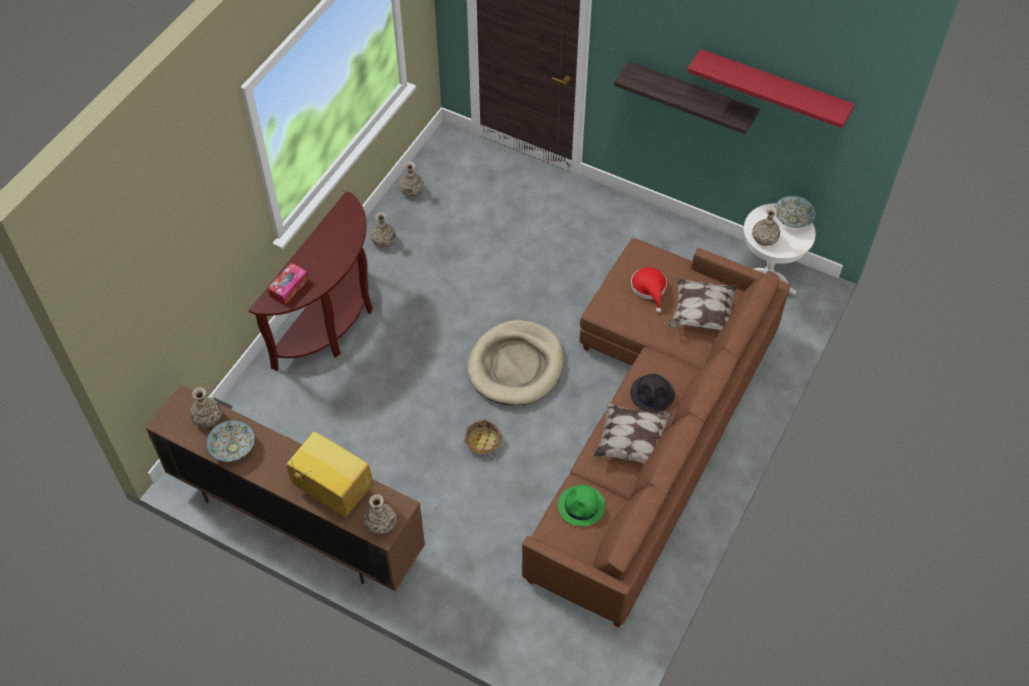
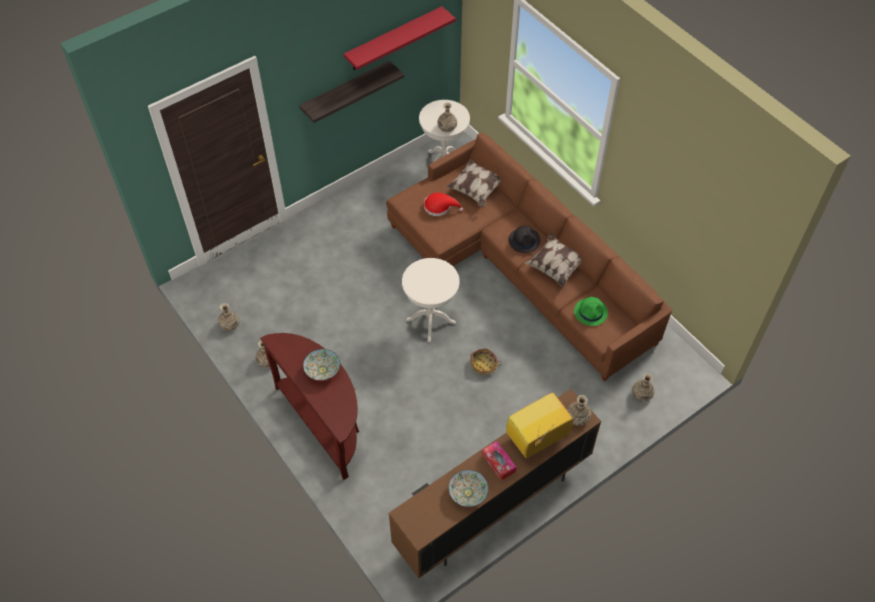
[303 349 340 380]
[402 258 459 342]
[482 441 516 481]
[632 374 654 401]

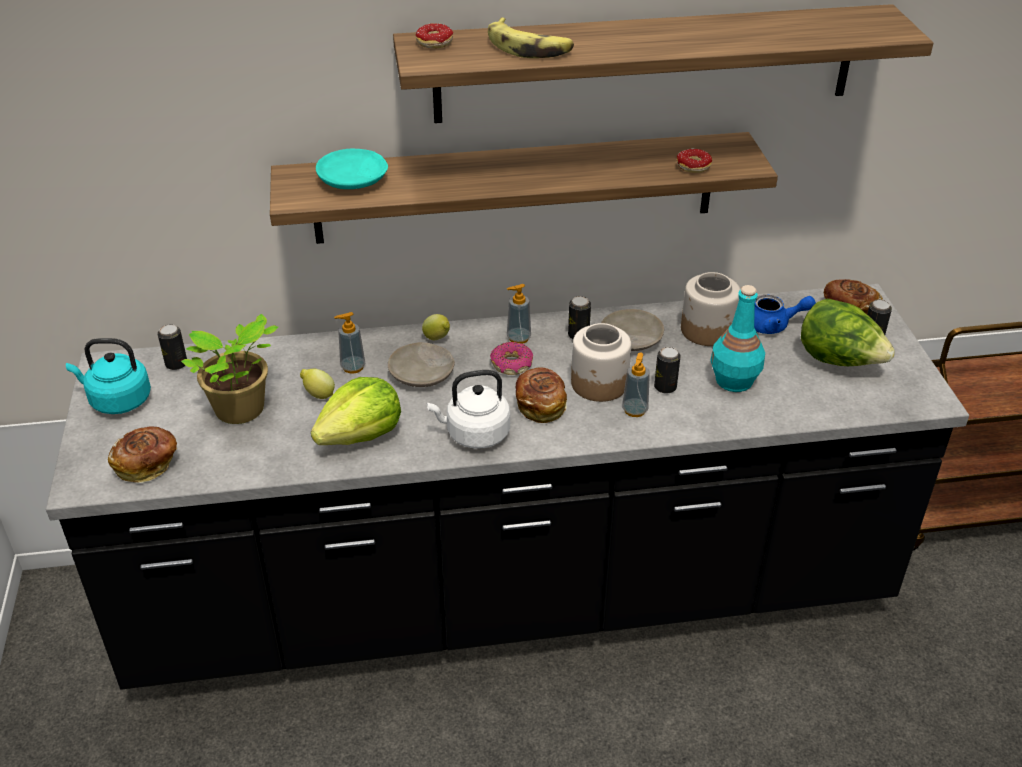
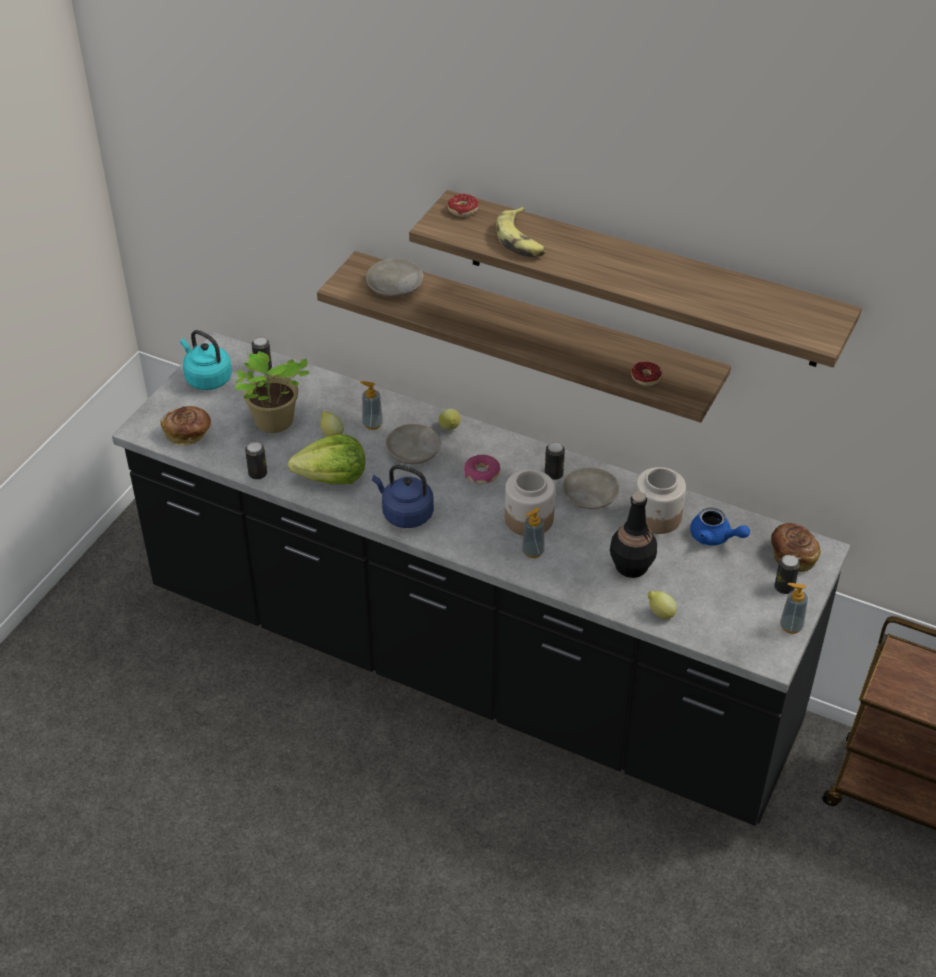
[245 442 267 480]
[366 258 423 297]
[372 465 434 528]
[610 492 657 578]
[648 591 677 619]
[780 583 808 634]
[516 367 567 423] (first image)
[801 298 895 366] (first image)

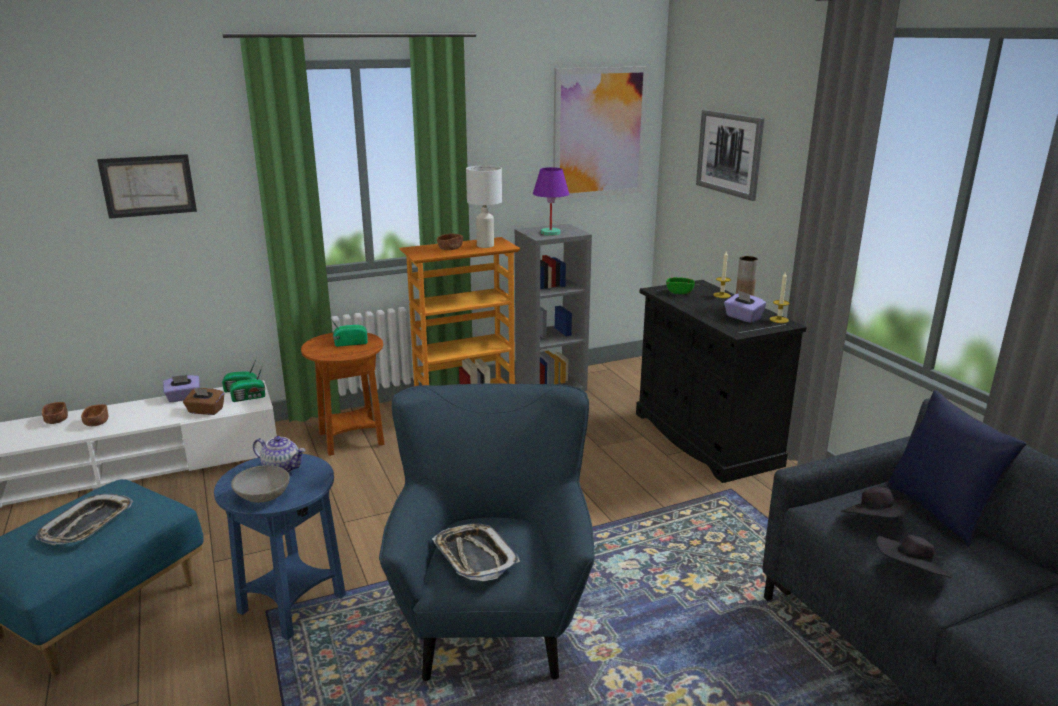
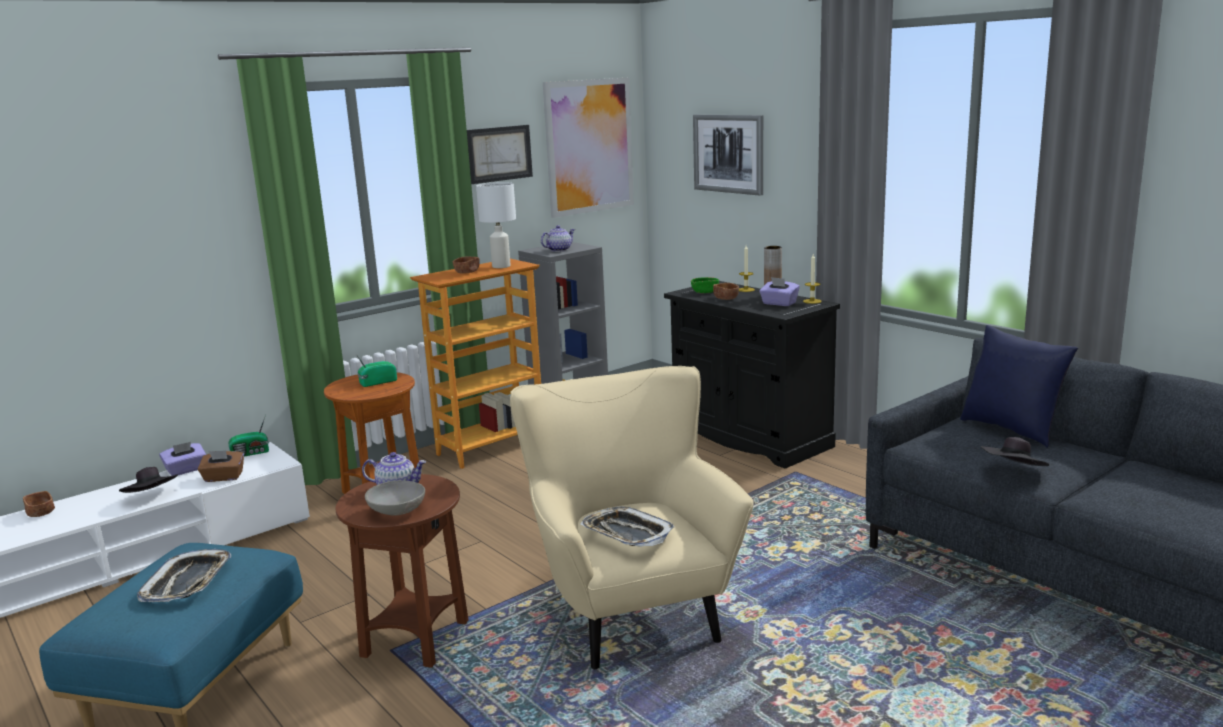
[119 467 178 493]
[335 474 469 668]
[467 125 533 184]
[510 366 753 669]
[541 225 575 252]
[713 283 739 300]
[230 364 265 402] (first image)

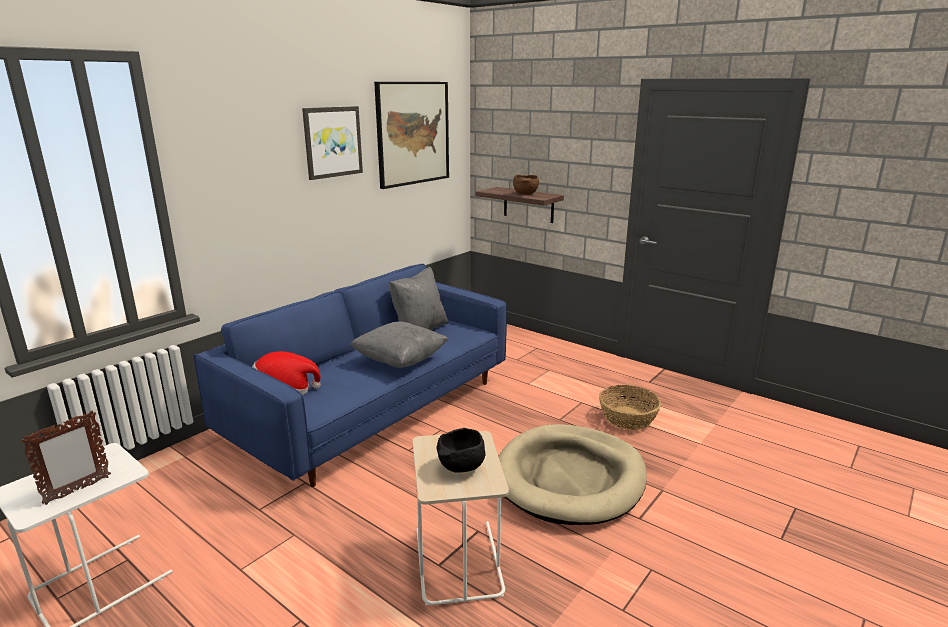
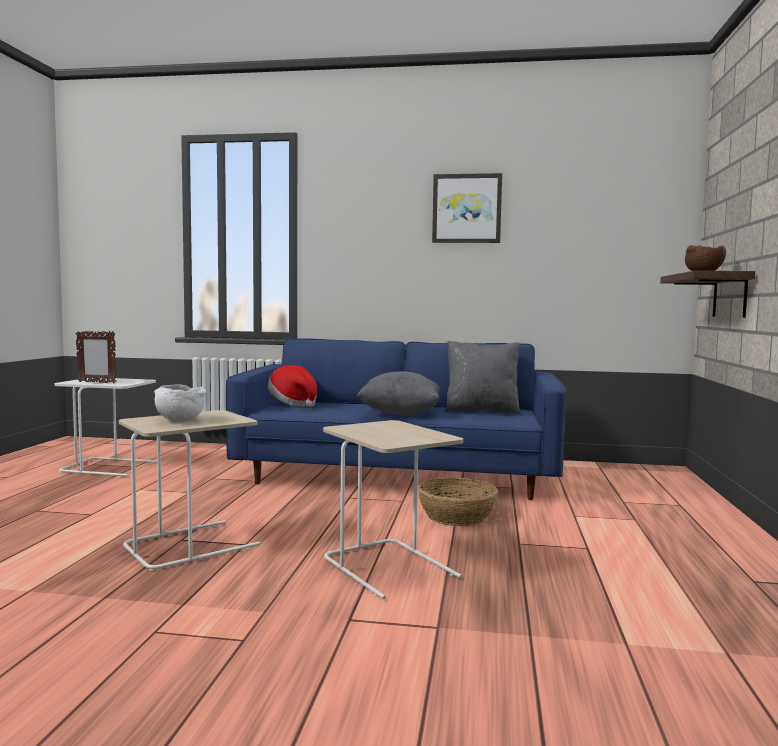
[154 384 206 422]
[323 420 463 600]
[418 477 499 526]
[374 82 449 189] (first image)

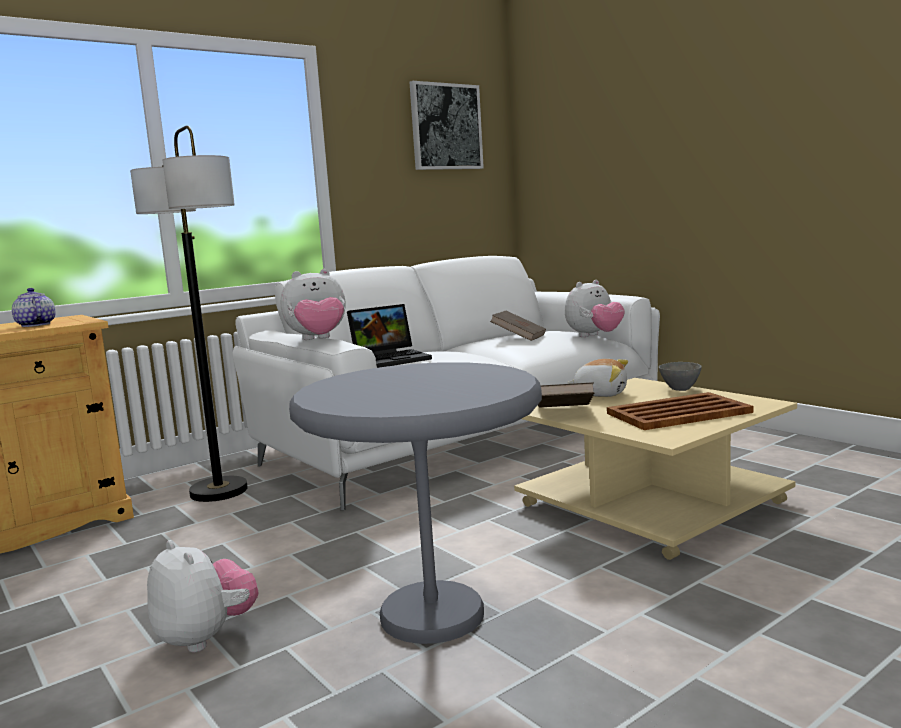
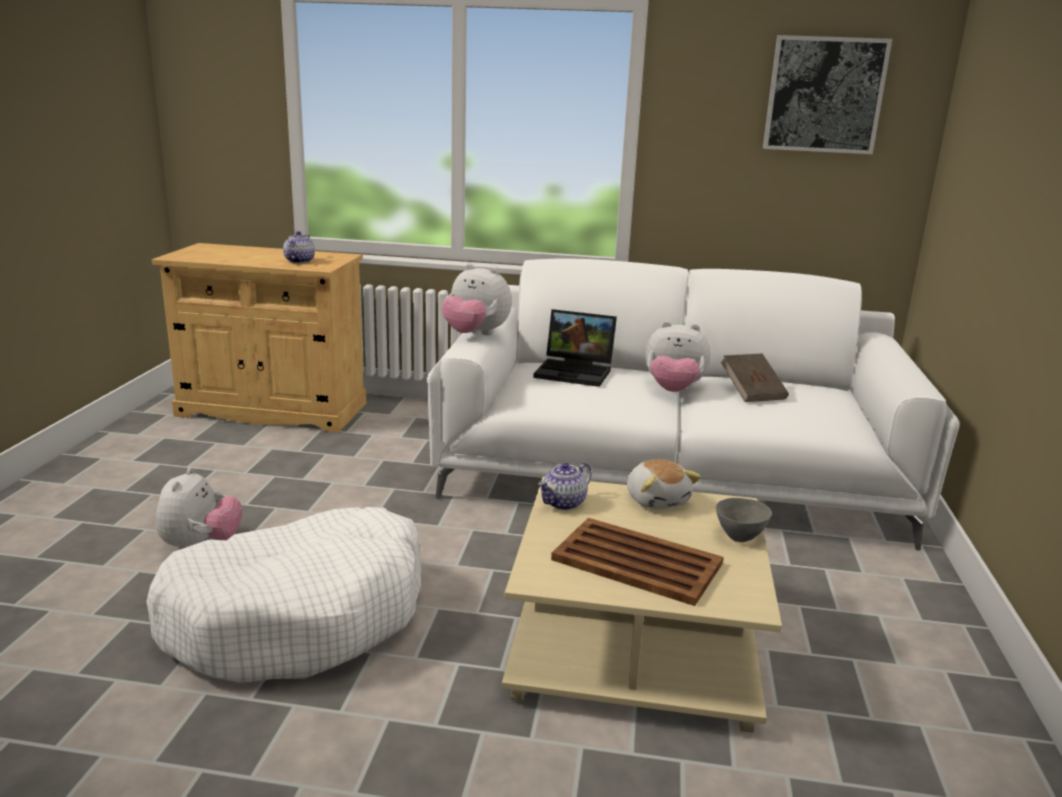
[146 507 421 682]
[537 462 592 510]
[645 321 710 392]
[130 125 248 502] (first image)

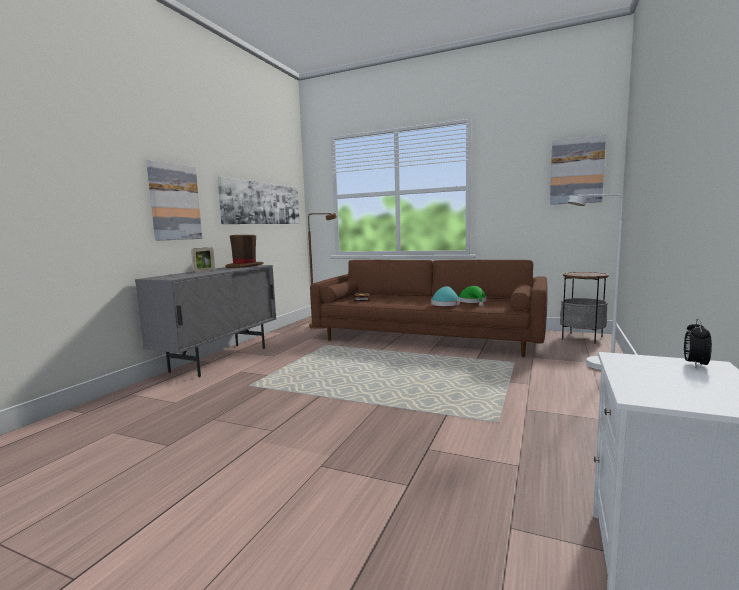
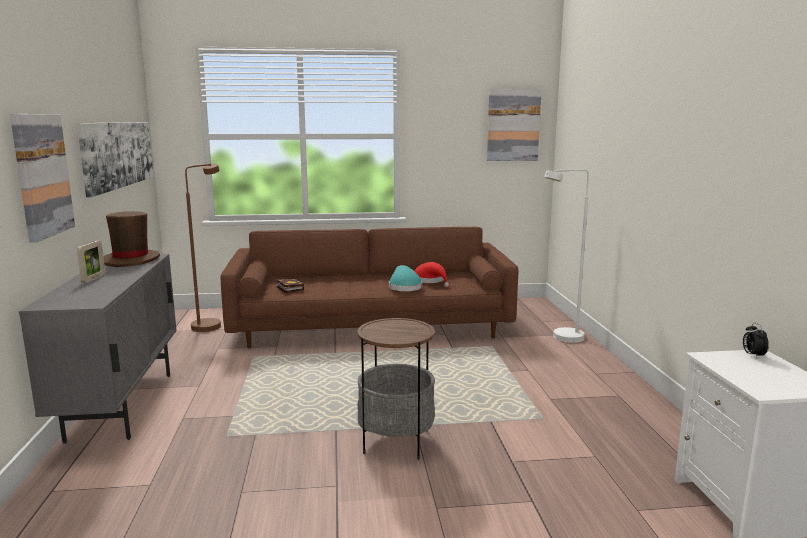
[357 318 435 460]
[415 262 449 287]

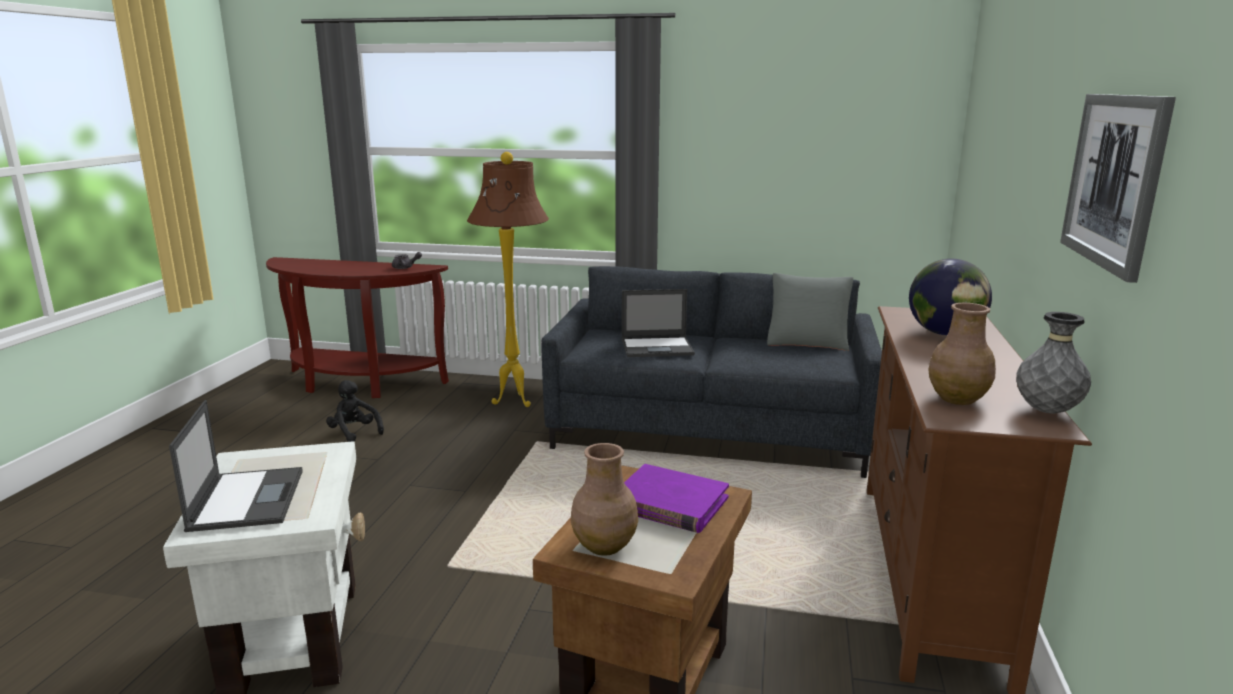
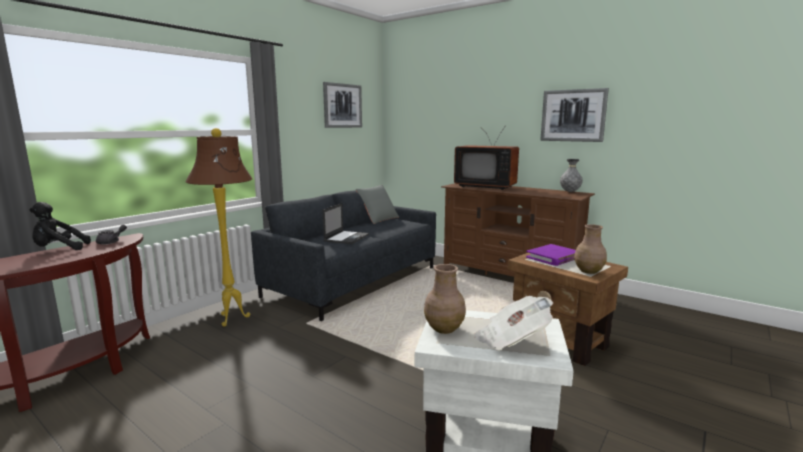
[29 202 91 250]
[323 82 362 128]
[424 264 466 334]
[454 125 519 190]
[474 296 553 351]

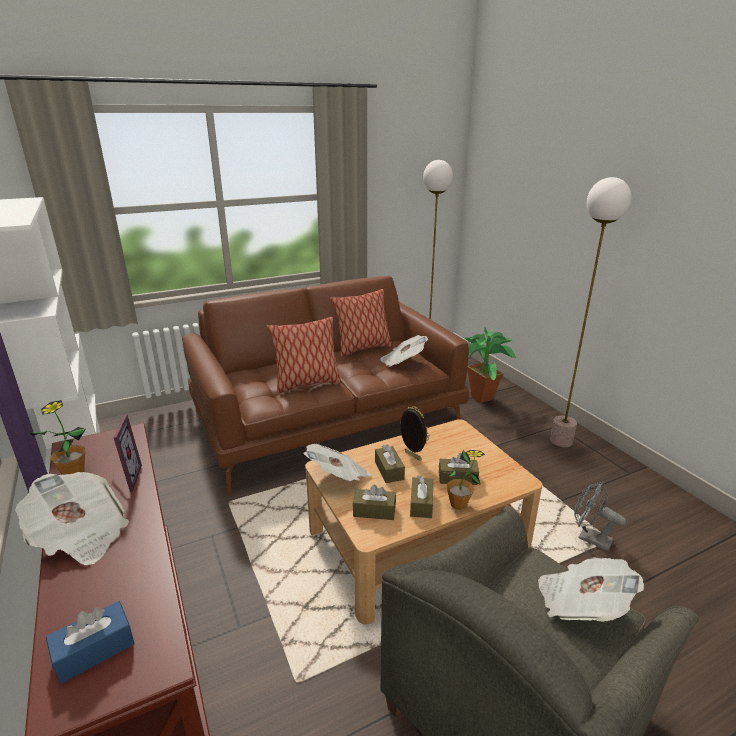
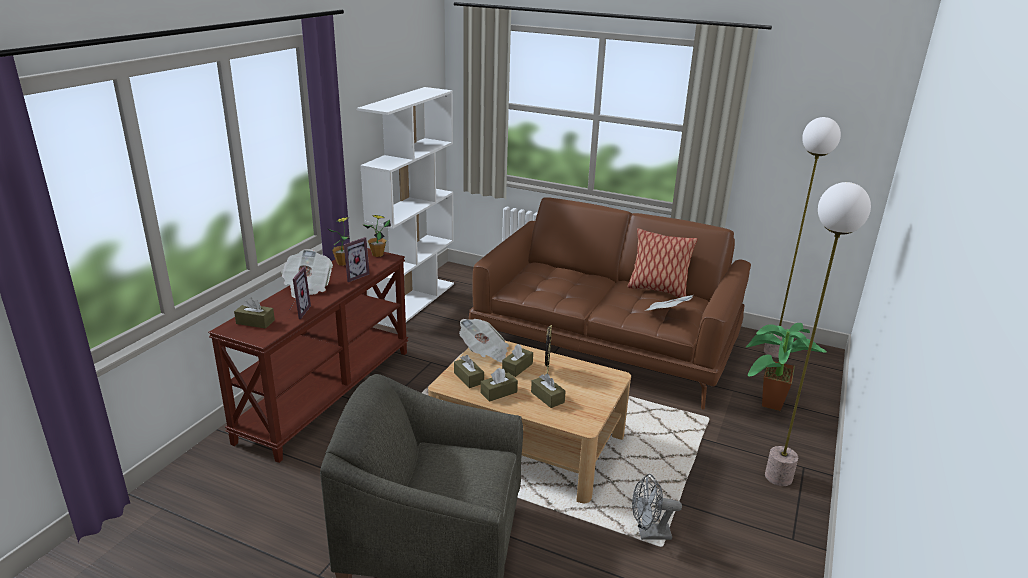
[234 298 275 329]
[289 267 311 319]
[363 215 391 257]
[632 474 682 540]
[267 317 342 393] (first image)
[538 557 644 622] (first image)

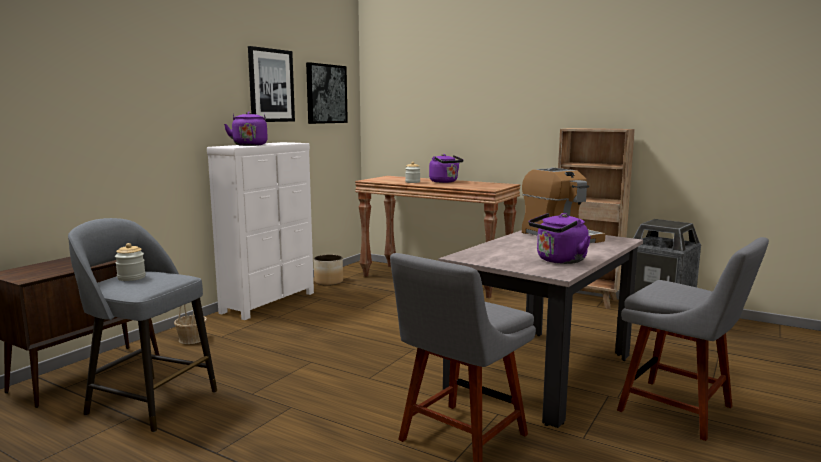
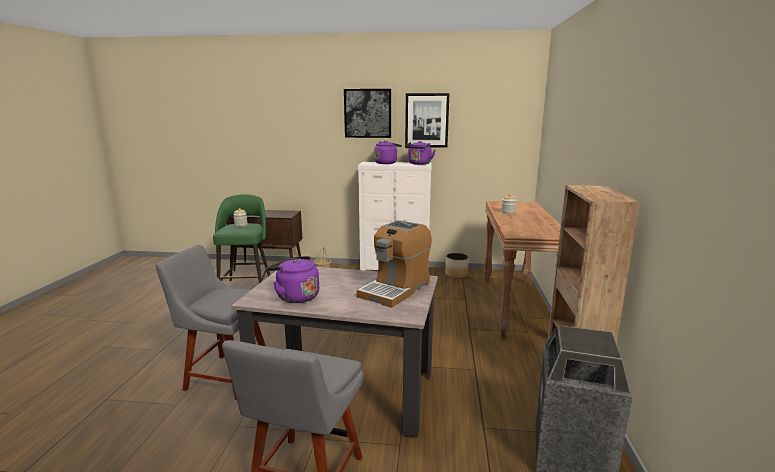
[213 194 270 283]
[344 89 391 138]
[405 141 436 165]

